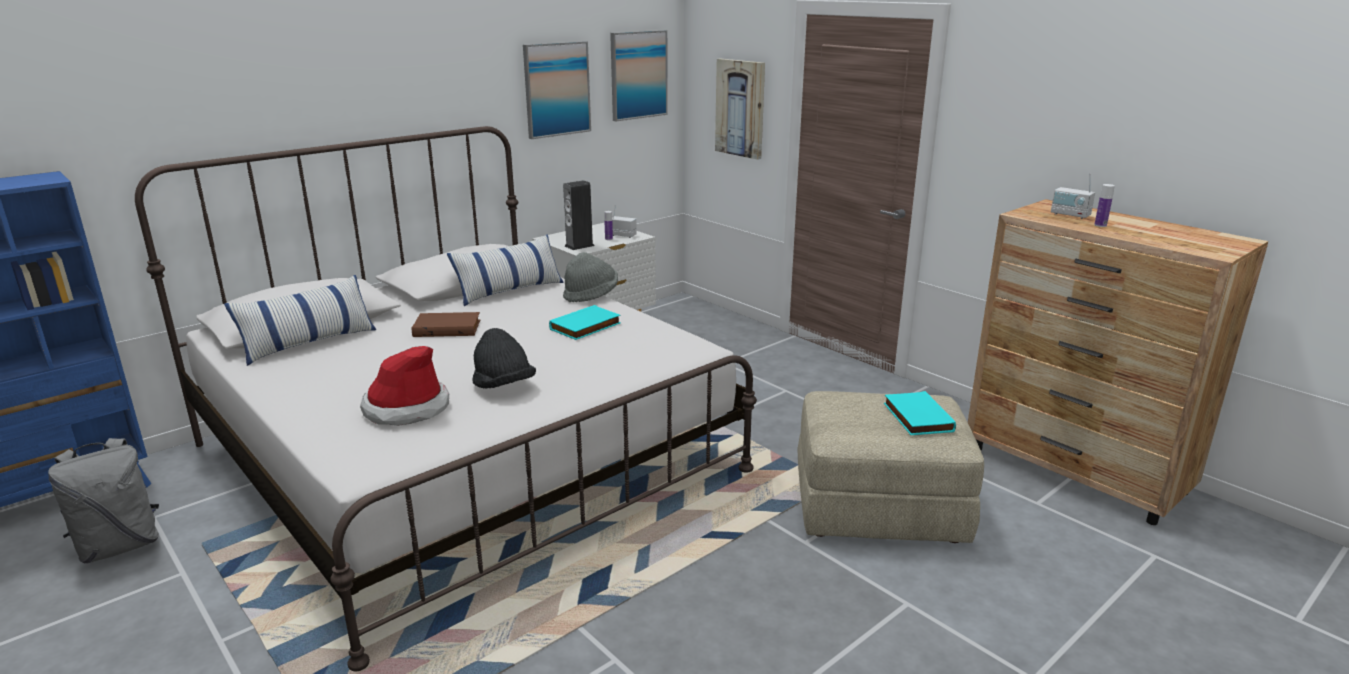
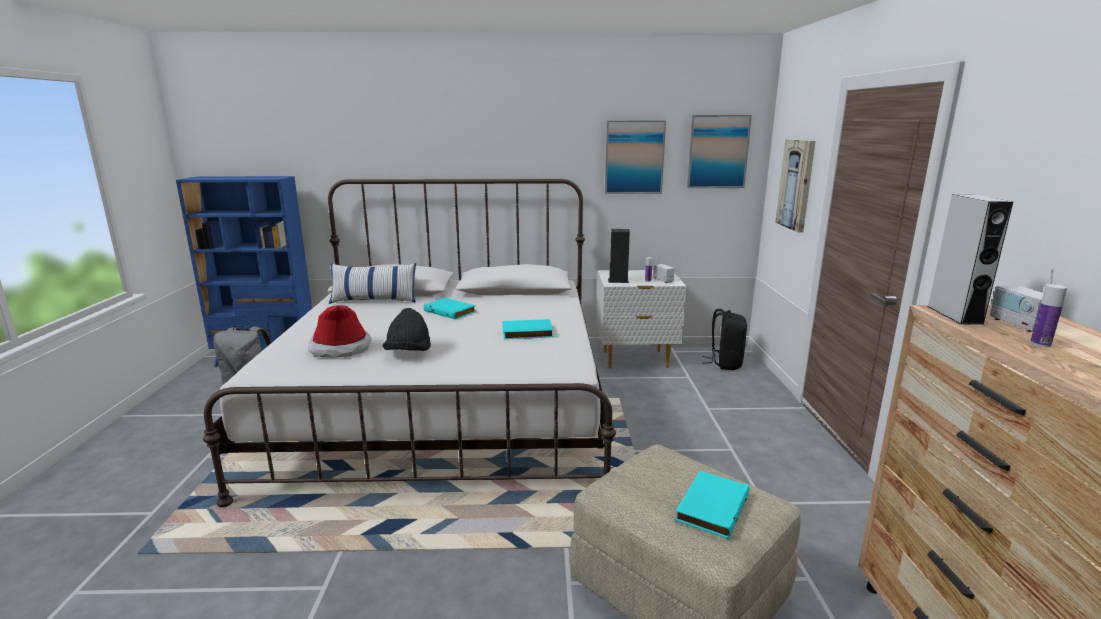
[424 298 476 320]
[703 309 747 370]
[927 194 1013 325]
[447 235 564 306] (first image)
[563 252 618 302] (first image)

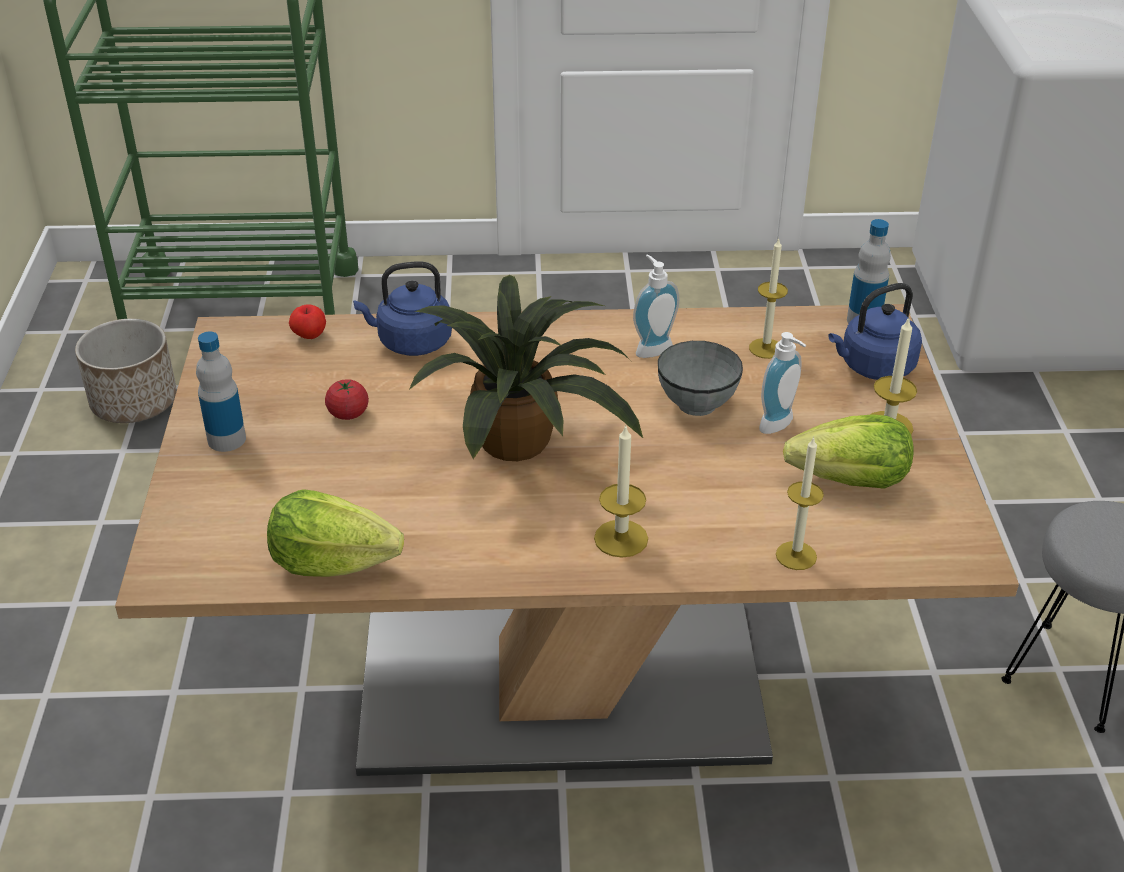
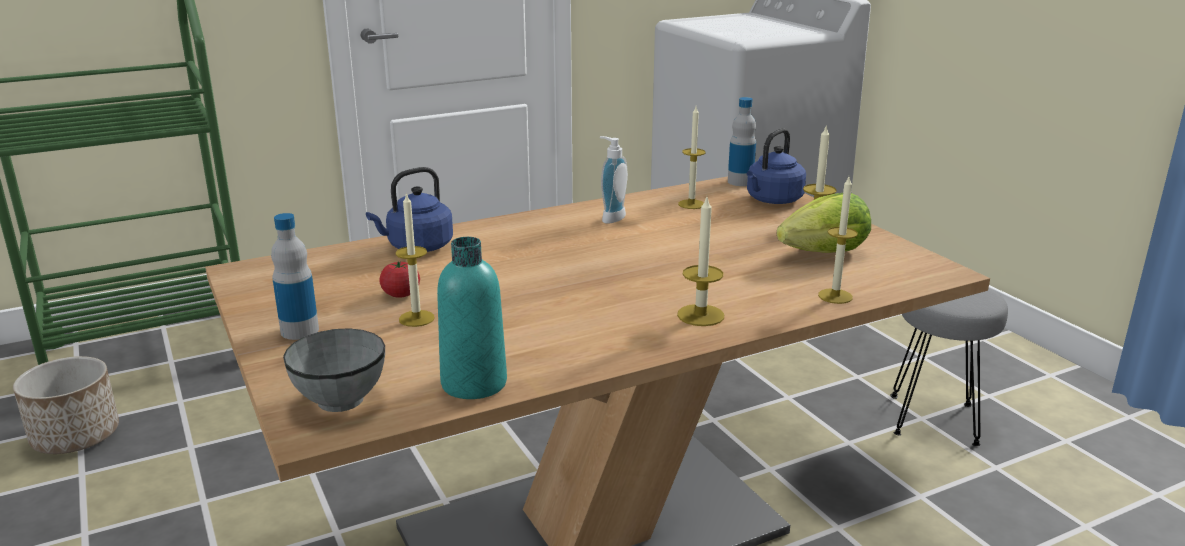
[283 328 385 412]
[396 193 435 327]
[437 237 507 399]
[289 304 326 339] (first image)
[409 275 643 461] (first image)
[759 332 806 434] (first image)

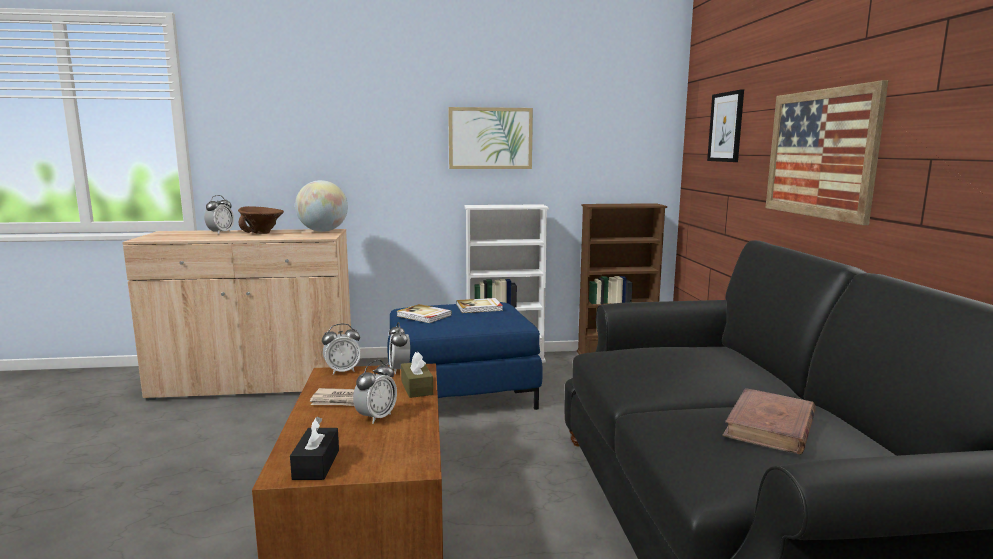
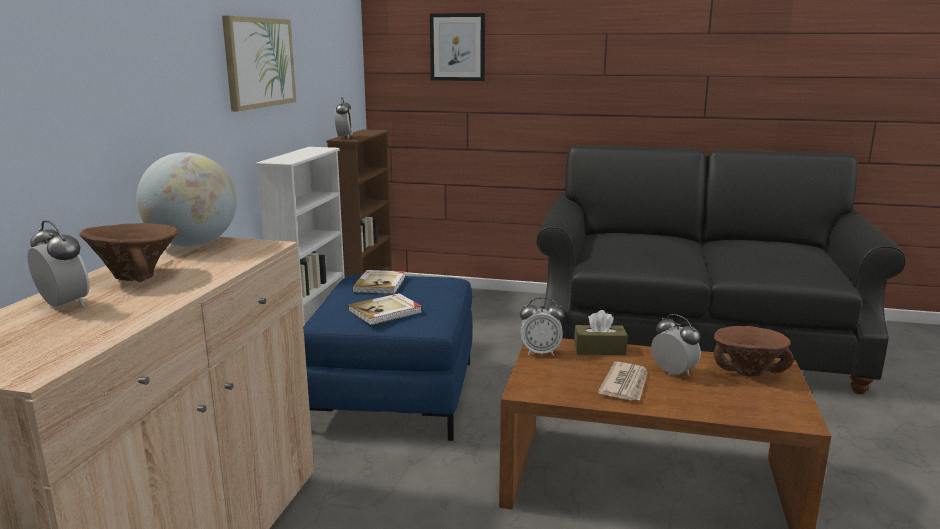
[334 97 353 139]
[714 326 794 376]
[290 417 339 480] (first image)
[722 388 816 455] (first image)
[766 80 889 225] (first image)

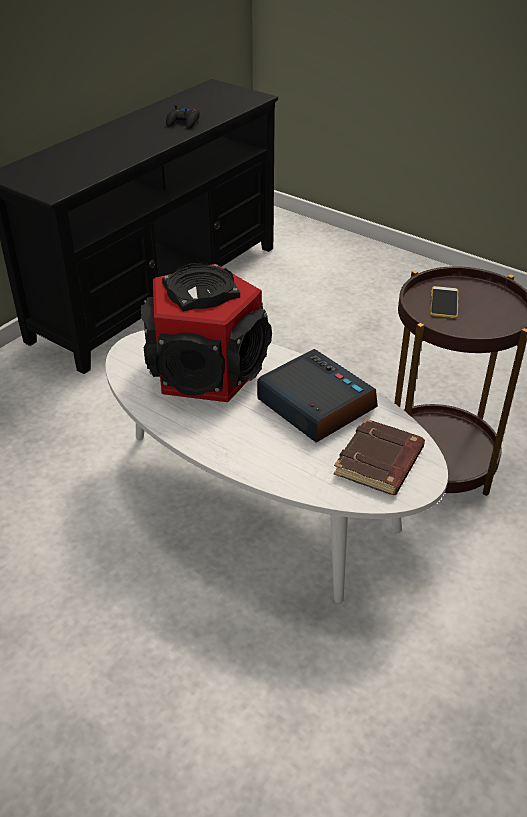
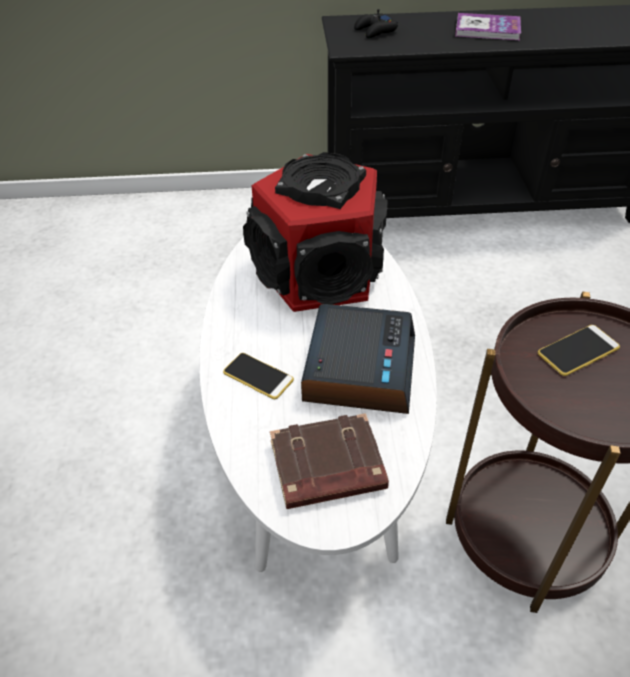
[223 353 294 399]
[354 9 398 38]
[455 13 521 40]

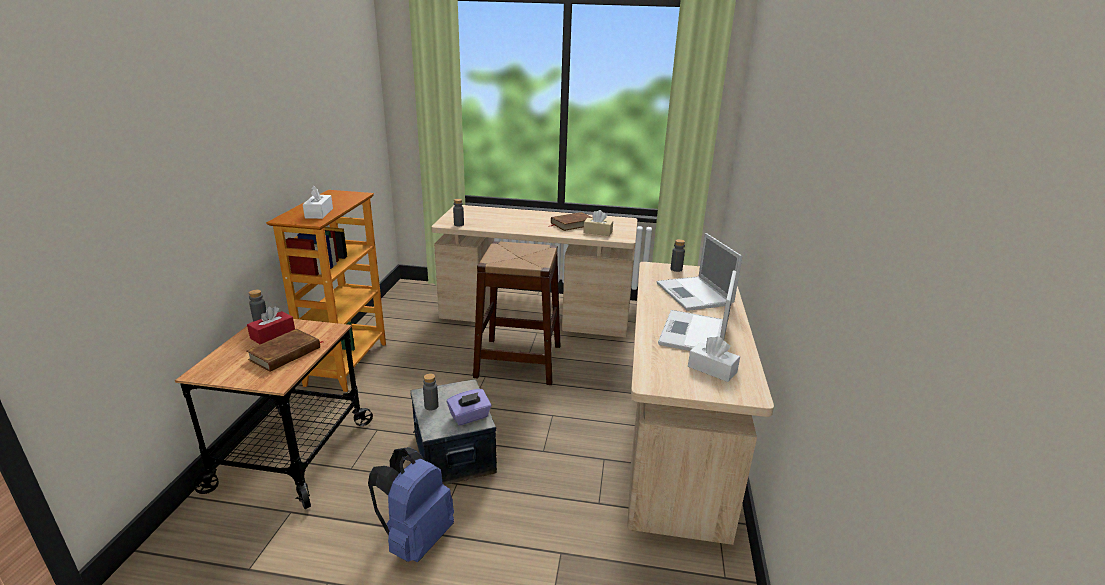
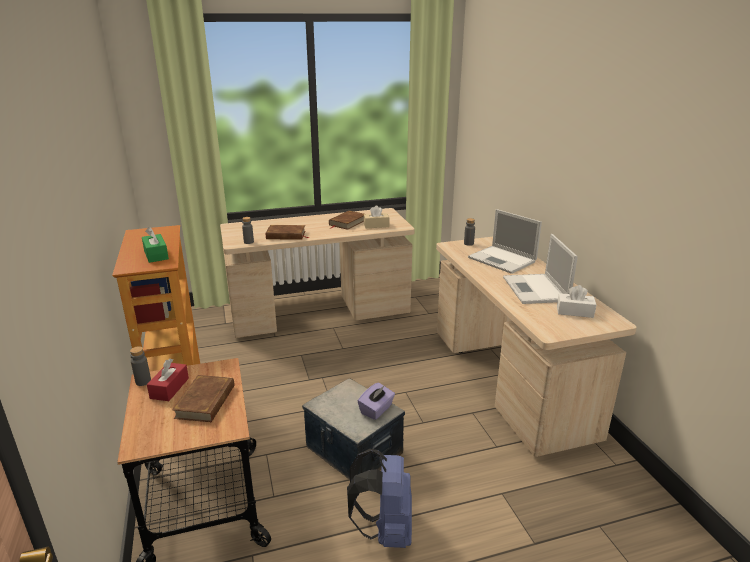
[142 227 169 263]
[266 225 310 240]
[423 373 439 410] (first image)
[473 241 560 385] (first image)

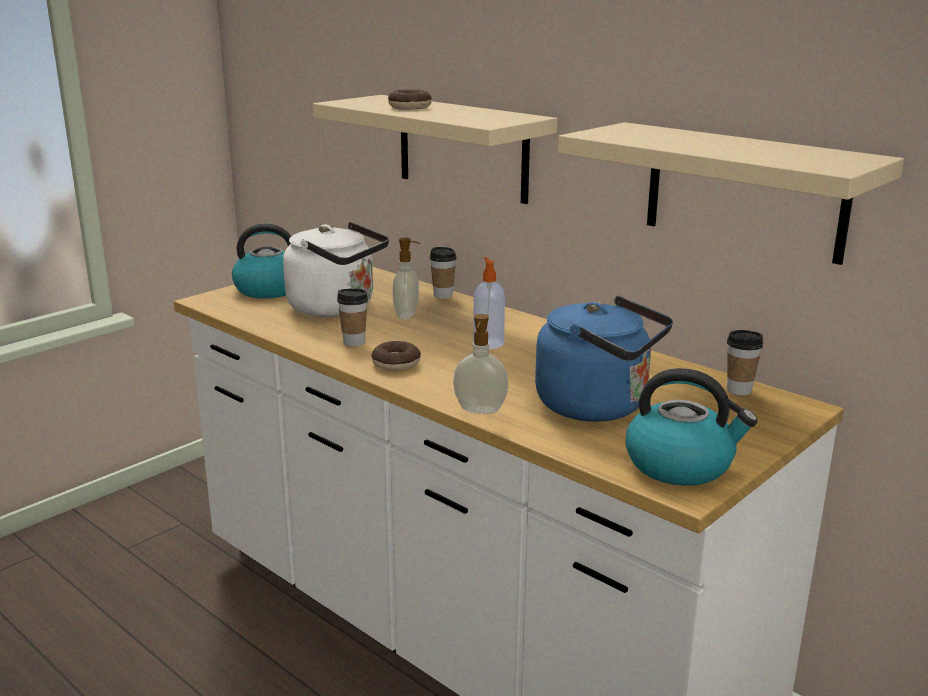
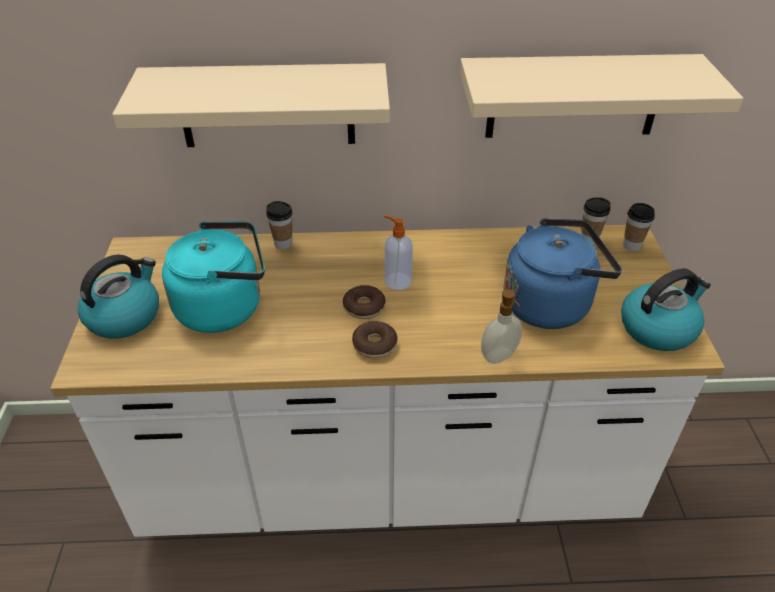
[162 222 265 333]
[343 285 386 319]
[623 203 655 251]
[393 238 420 319] (first image)

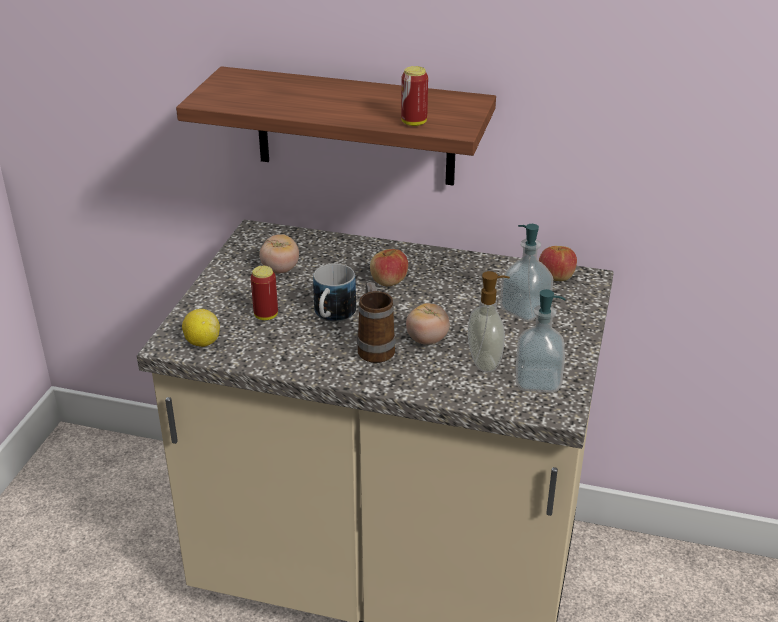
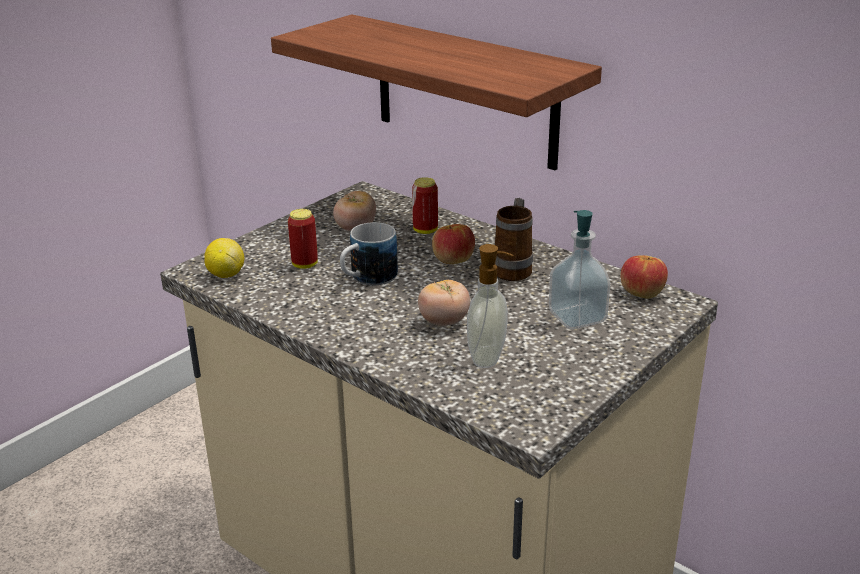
[412 177 438 234]
[495 198 533 281]
[516 289 565 392] (first image)

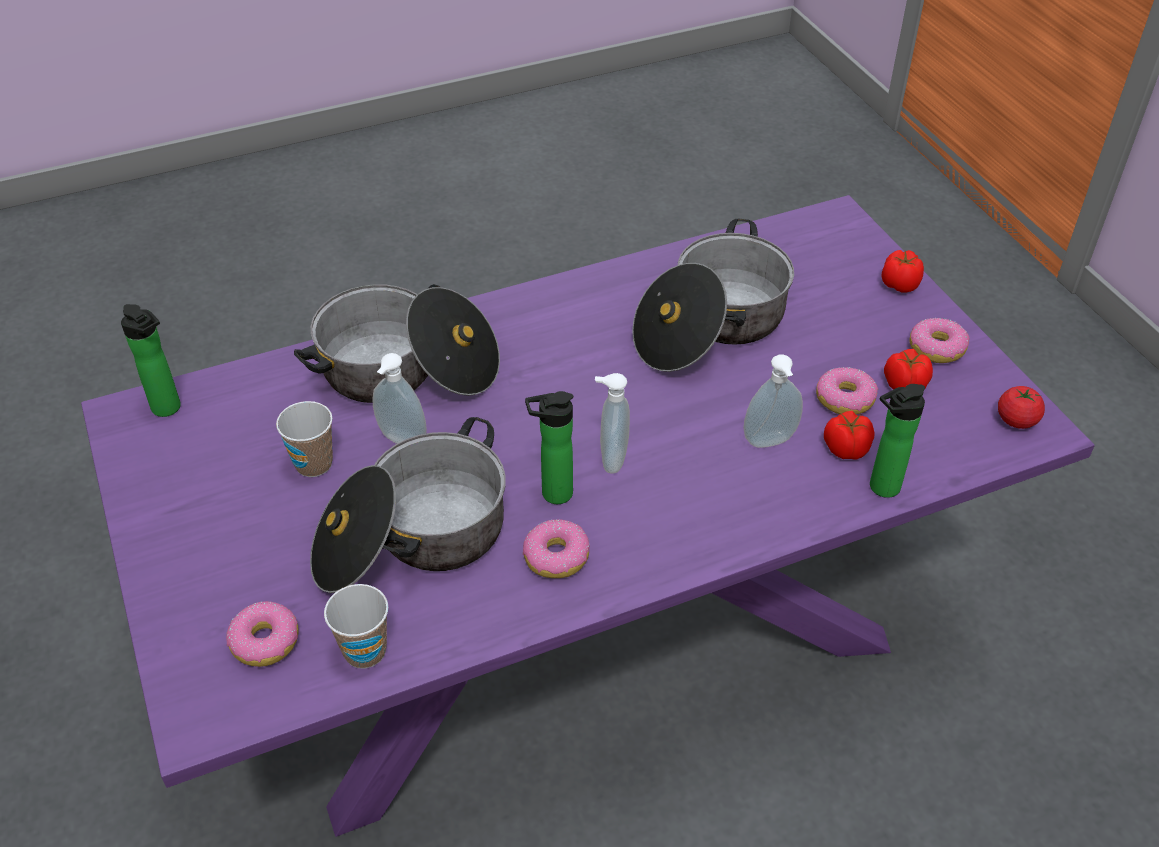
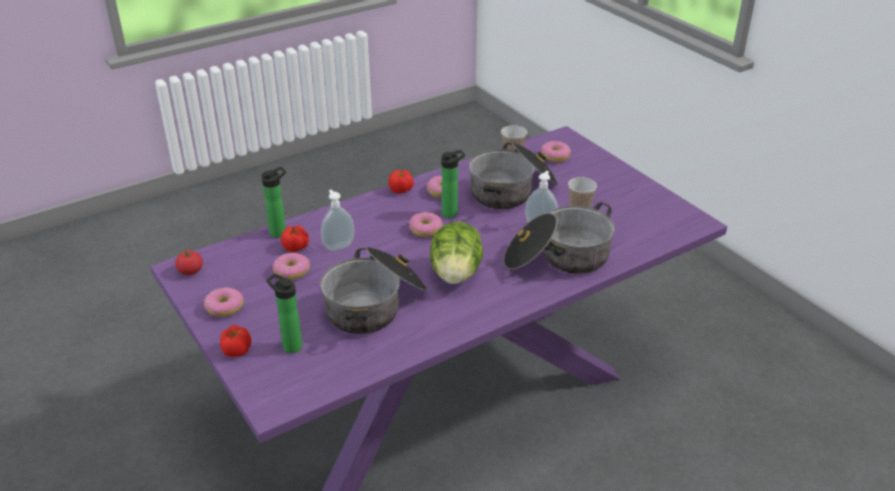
[266 274 302 353]
[388 170 414 194]
[409 212 443 237]
[430 222 483 284]

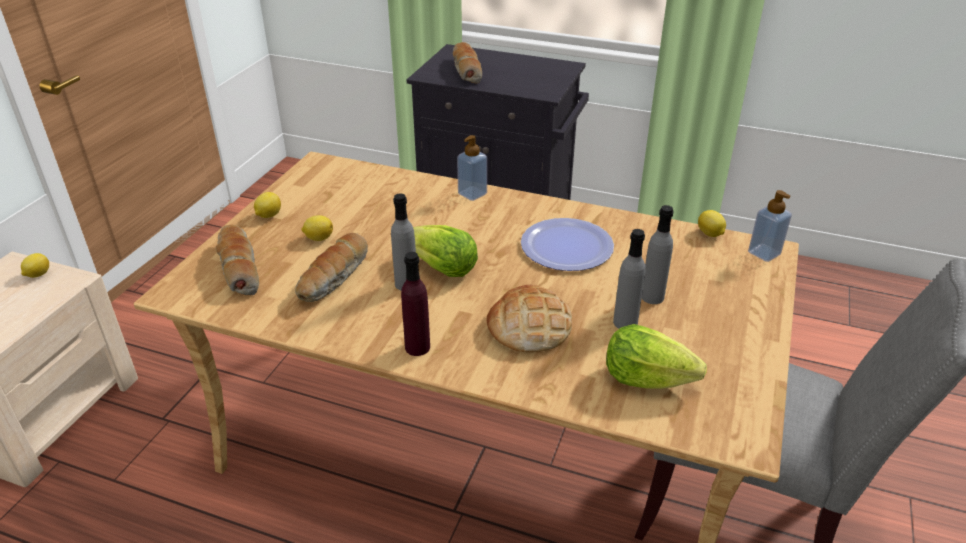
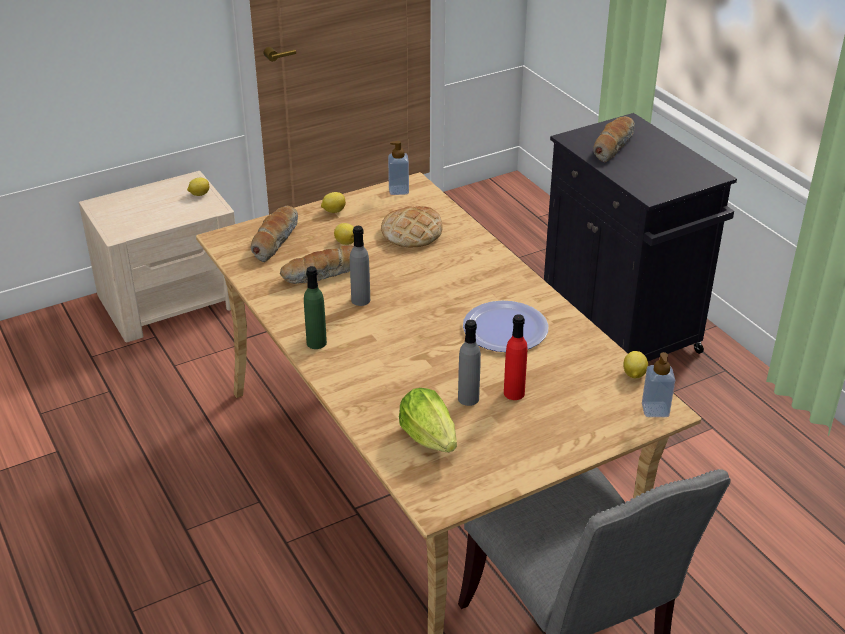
[304 266 327 349]
[381 206 443 248]
[388 141 409 195]
[504 314 528 400]
[413 225 478 277] (first image)

